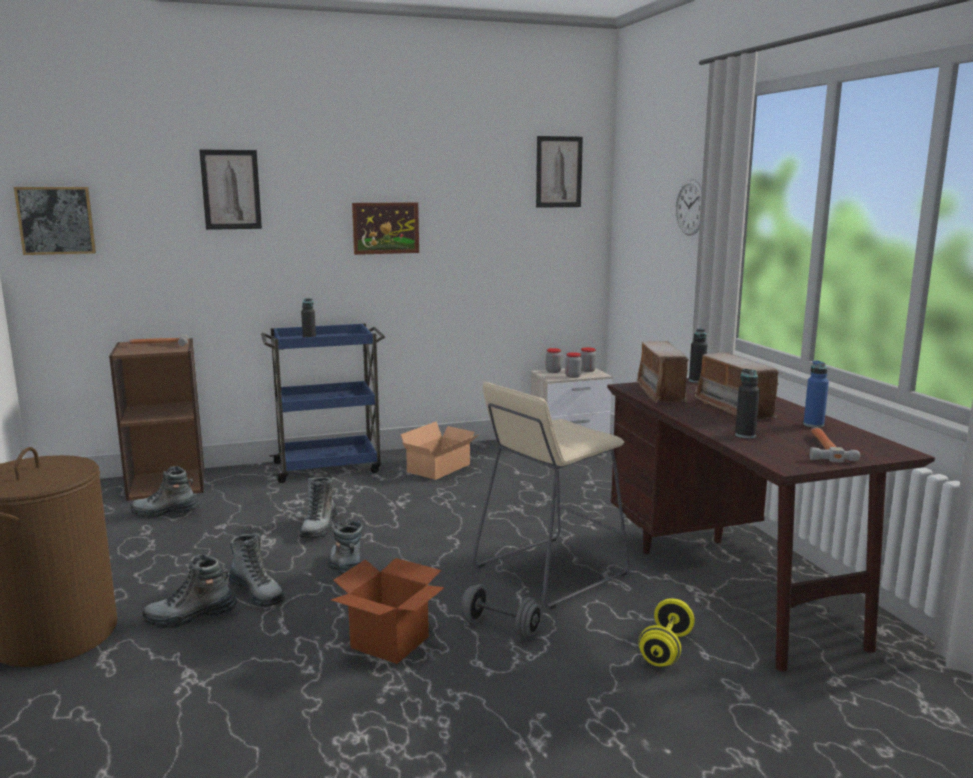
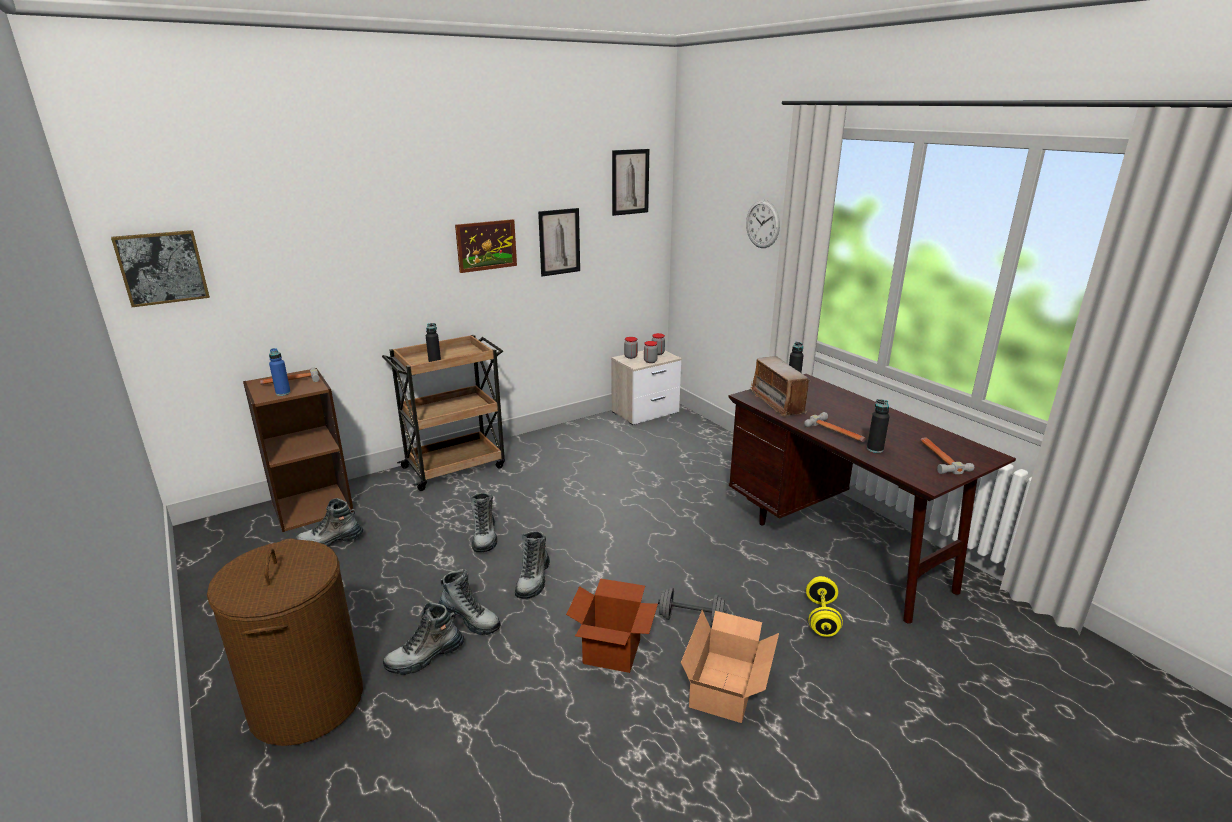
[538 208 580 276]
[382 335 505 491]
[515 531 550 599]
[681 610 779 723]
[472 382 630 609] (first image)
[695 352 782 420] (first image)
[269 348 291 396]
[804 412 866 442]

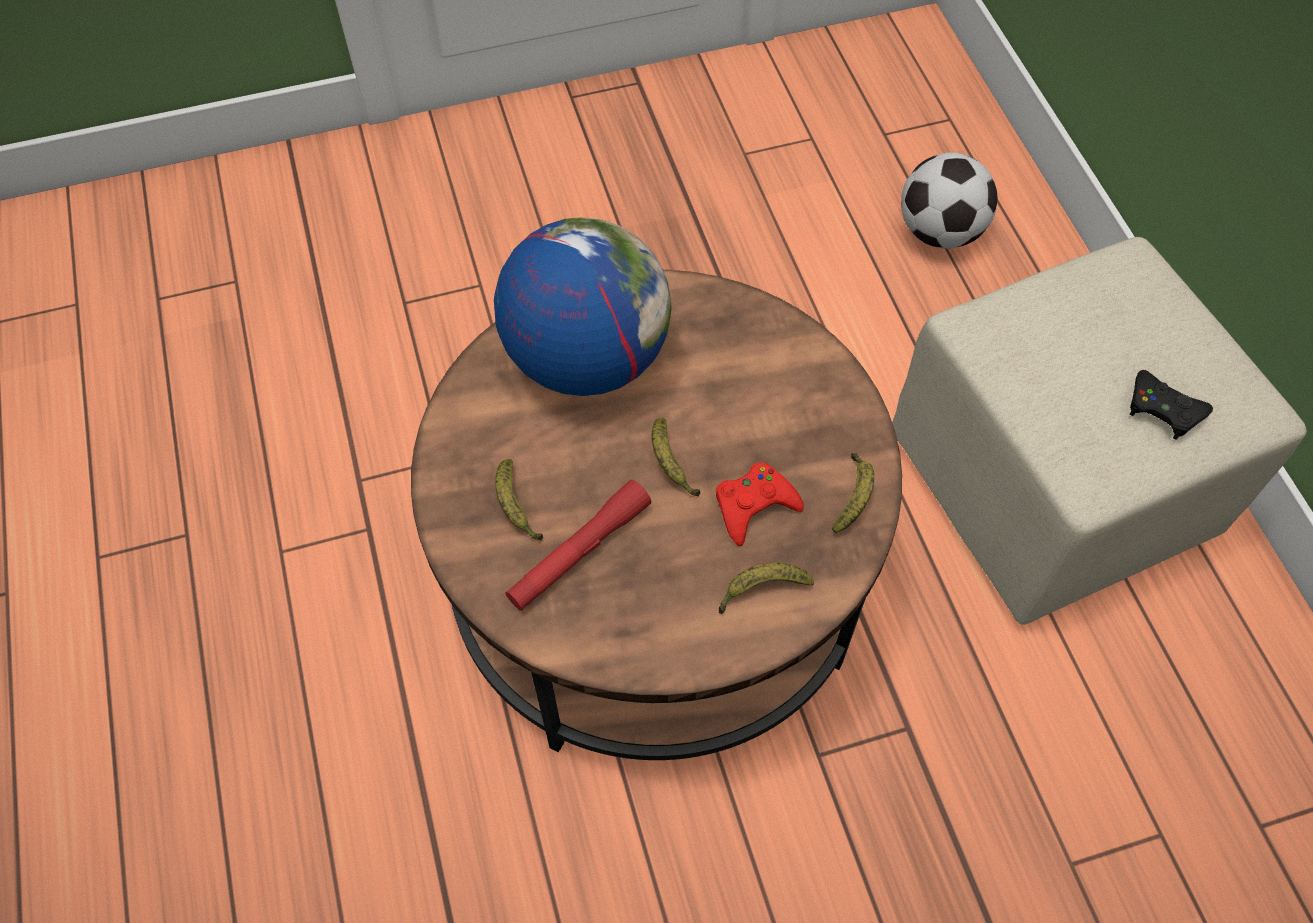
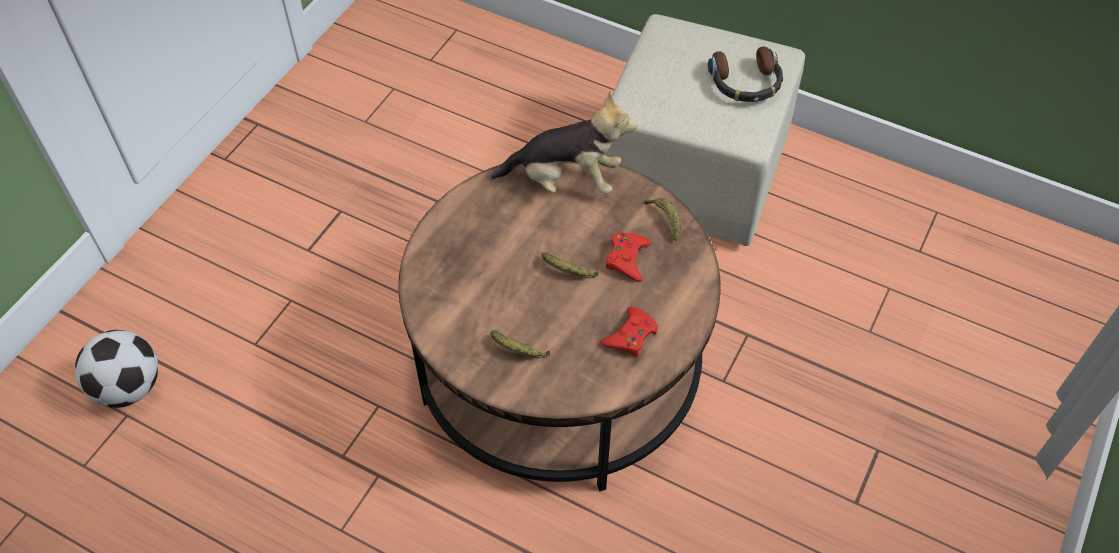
[494 217 672 396] (first image)
[505 480 651 611] (first image)
[719 563 814 614] (first image)
[75 330 158 408]
[708 47 783 102]
[491 91 637 193]
[600 307 658 357]

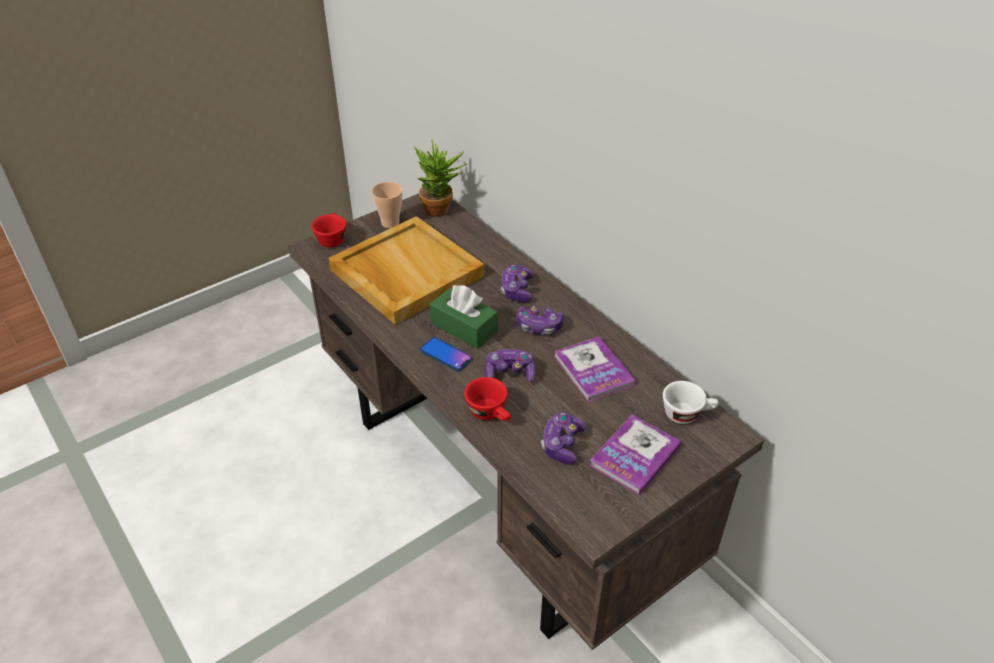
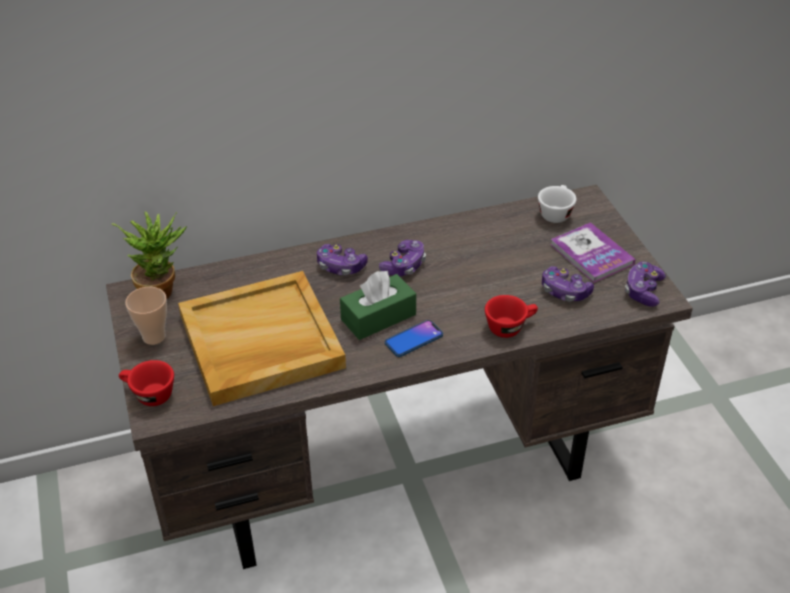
[625 262 666 307]
[554 336 636 402] (first image)

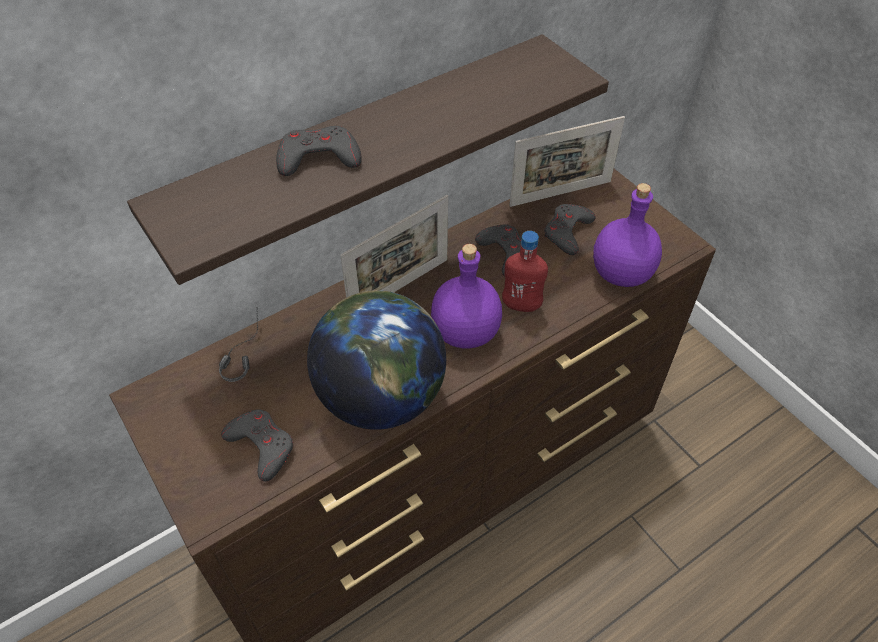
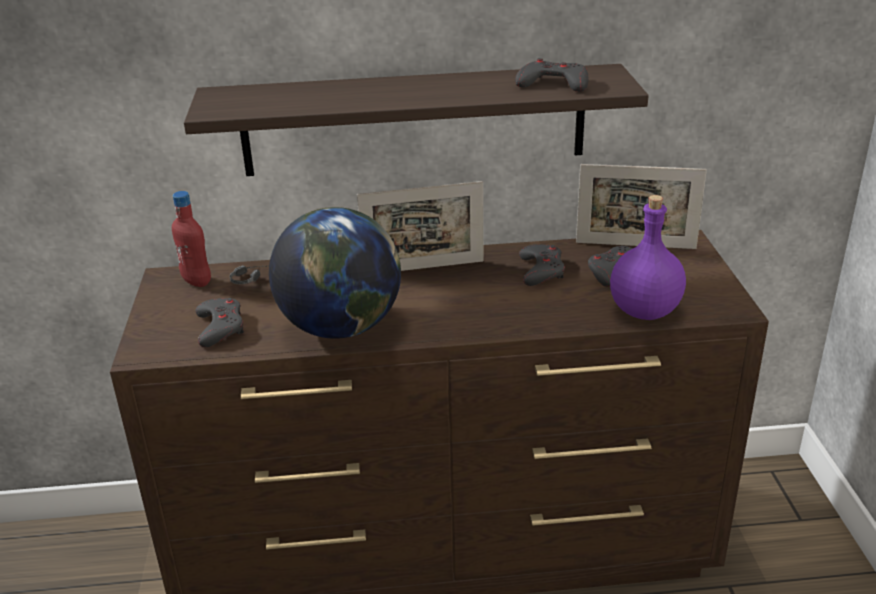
[515 58 589 92]
[431 244 502 349] (first image)
[172 191 211 287]

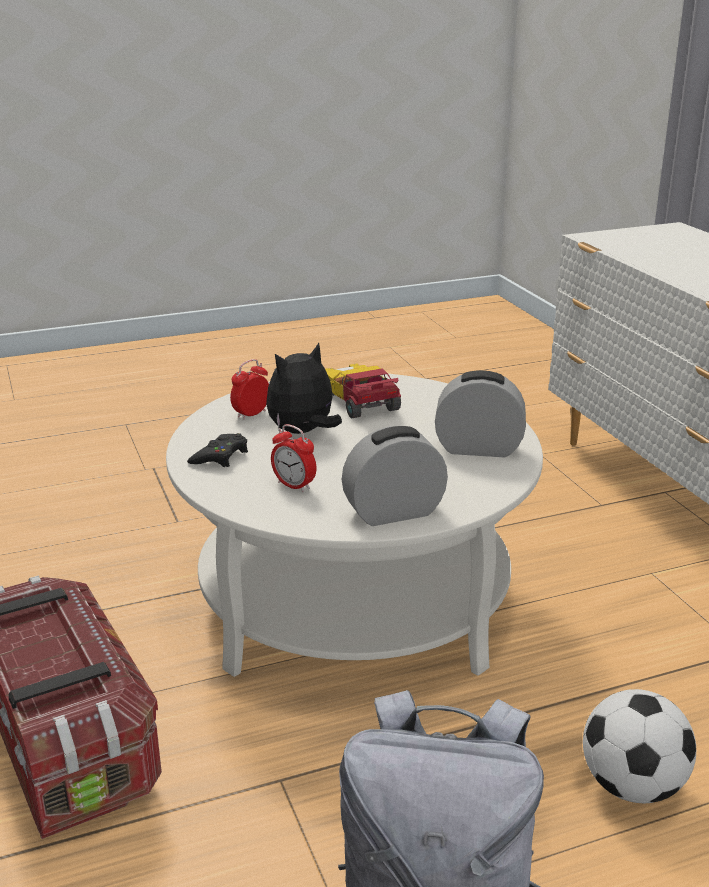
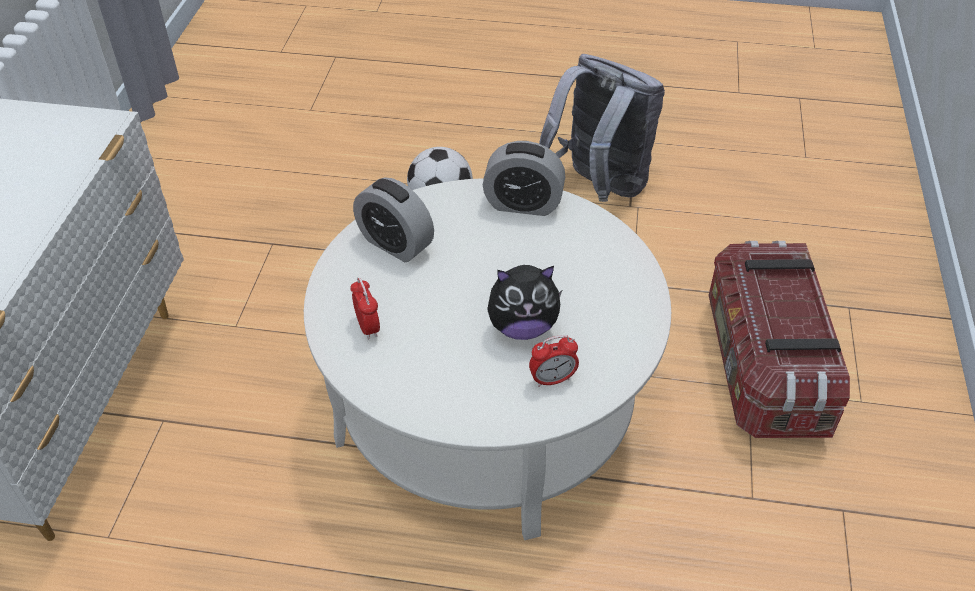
[187 433 248 467] (first image)
[350 278 380 340]
[325 363 401 418] (first image)

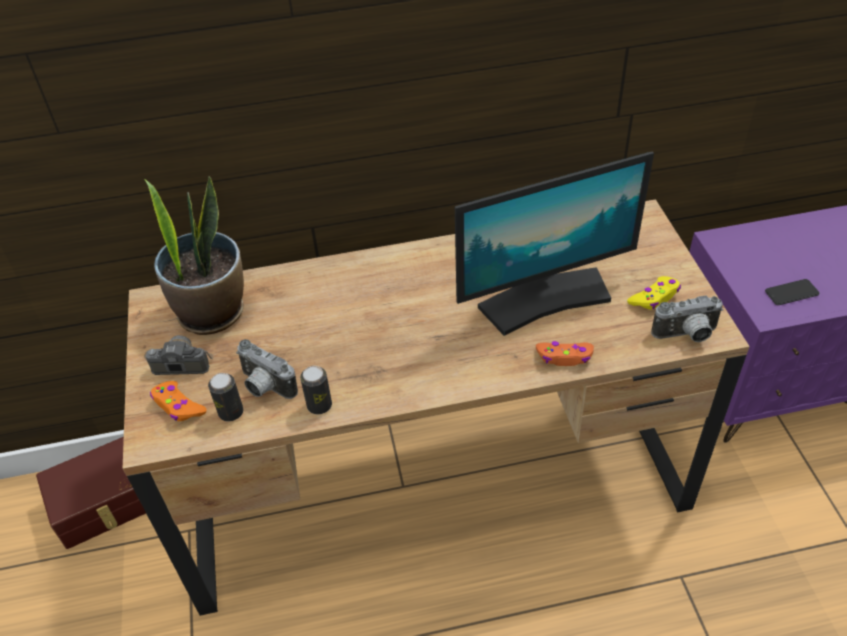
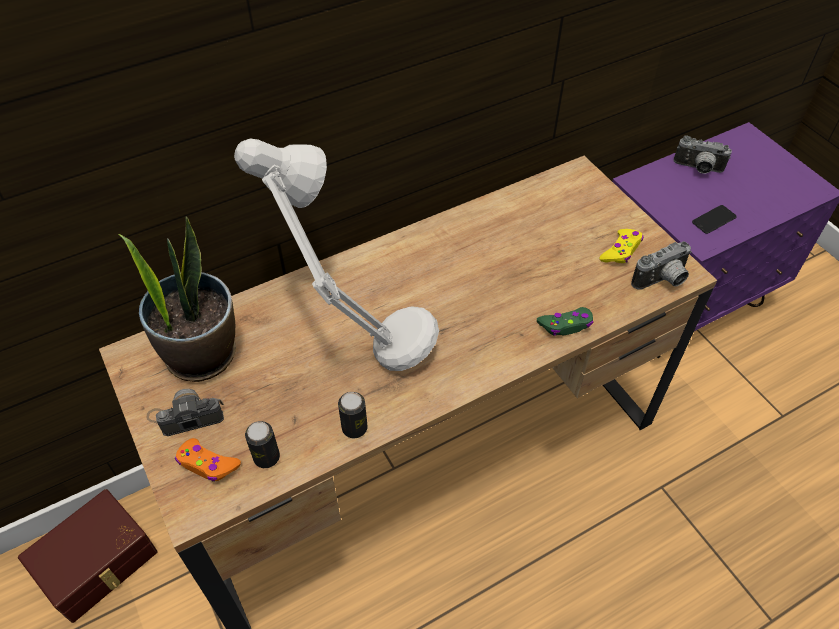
[674 135 732 174]
[455 151 654 336] (first image)
[537 307 593 336]
[234 139 439 371]

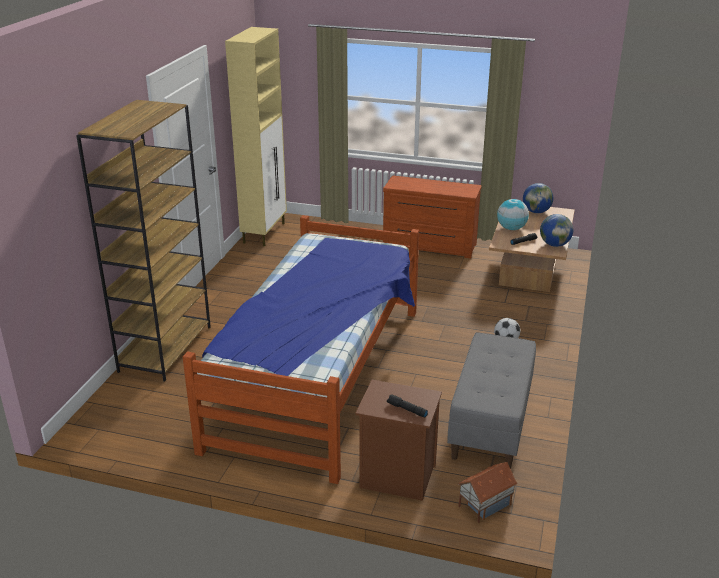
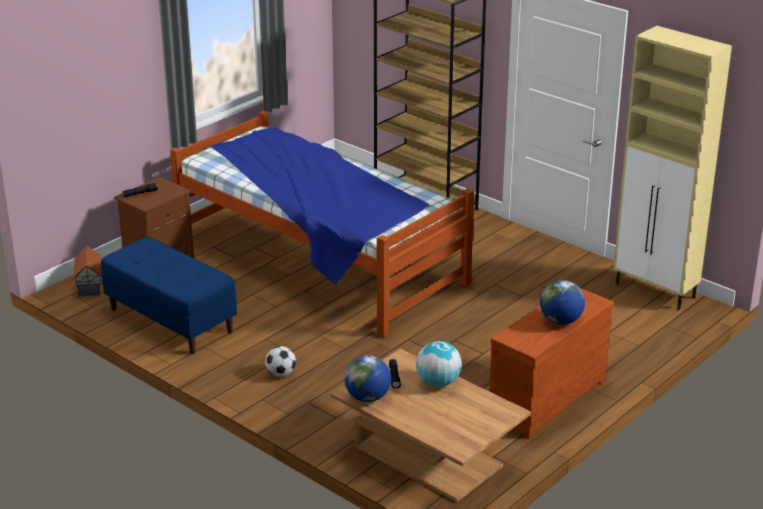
[101 237 237 354]
[540 280 585 325]

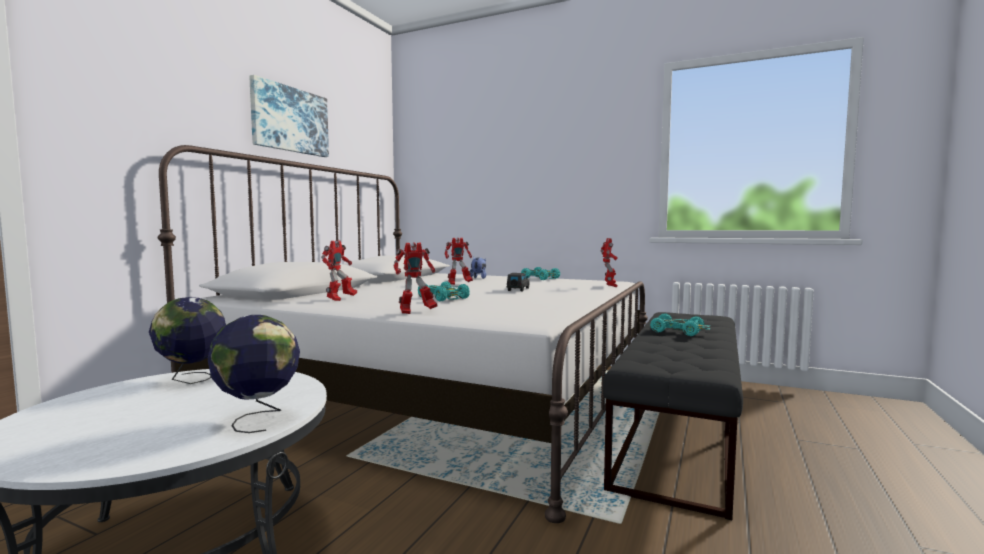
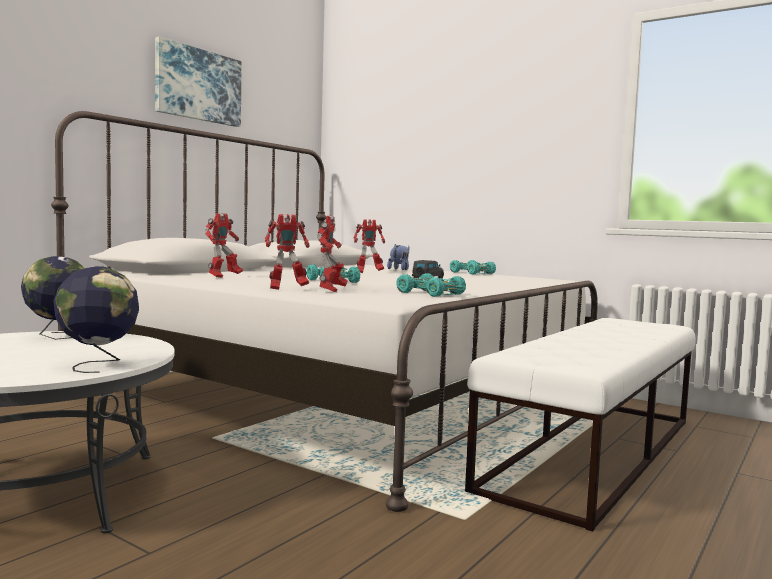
[317 216 348 292]
[465 318 696 532]
[396 273 466 297]

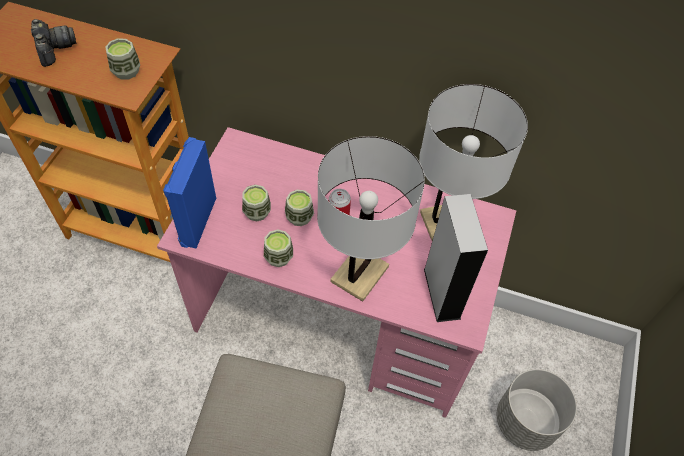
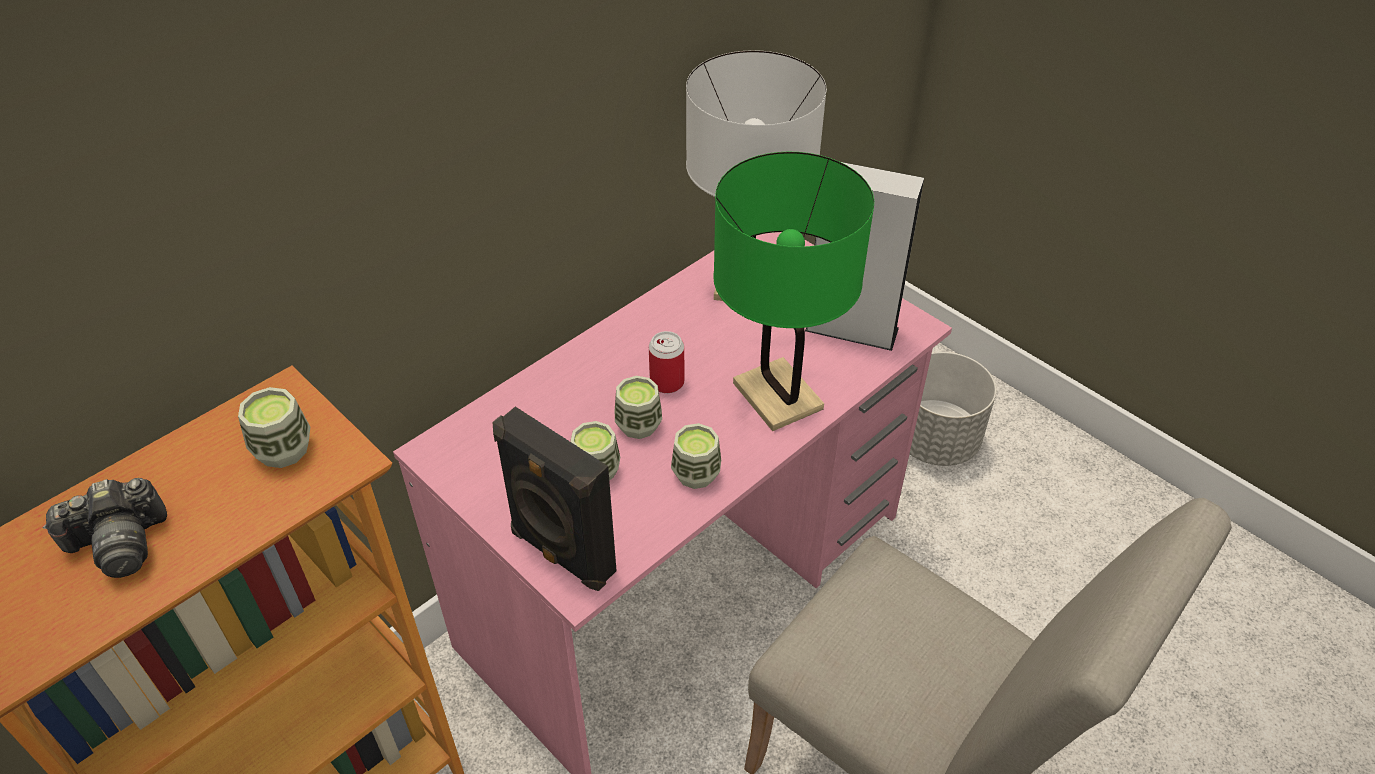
[43 478 167 578]
[493 407 617 591]
[713 152 874 431]

